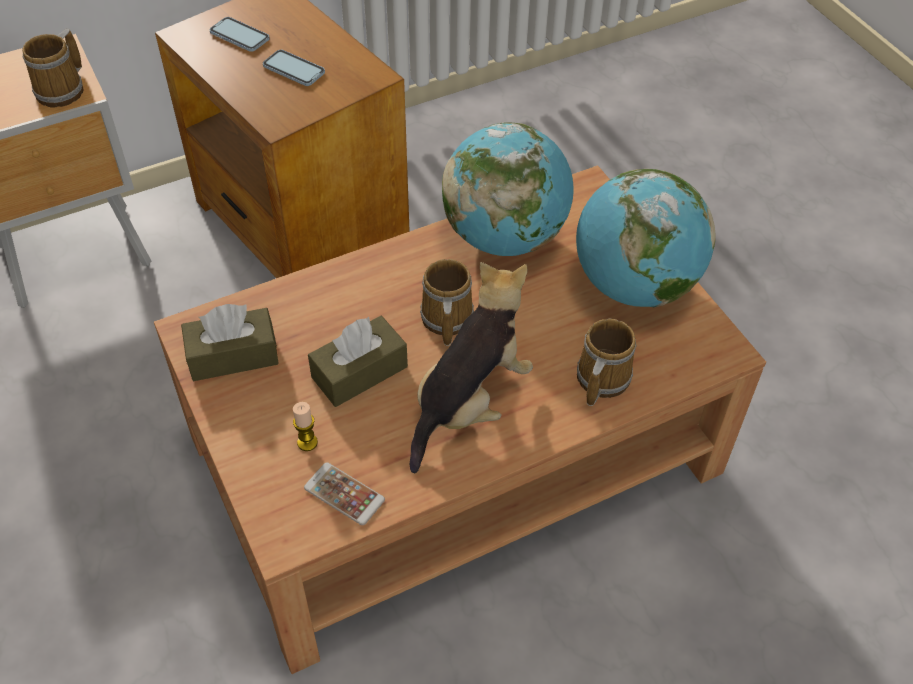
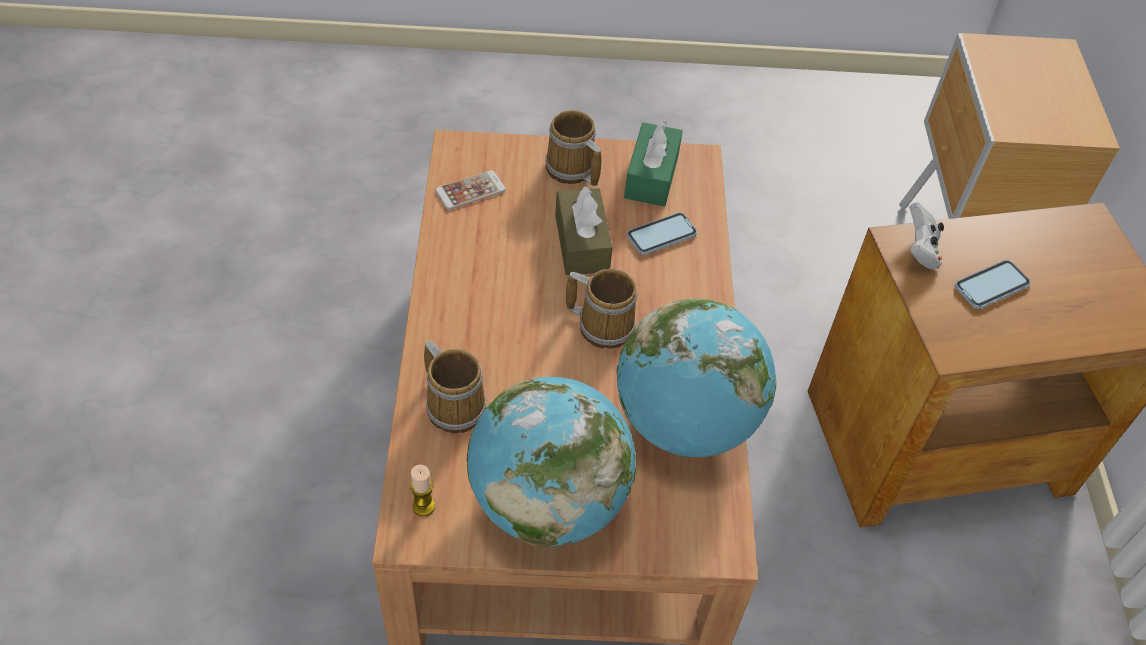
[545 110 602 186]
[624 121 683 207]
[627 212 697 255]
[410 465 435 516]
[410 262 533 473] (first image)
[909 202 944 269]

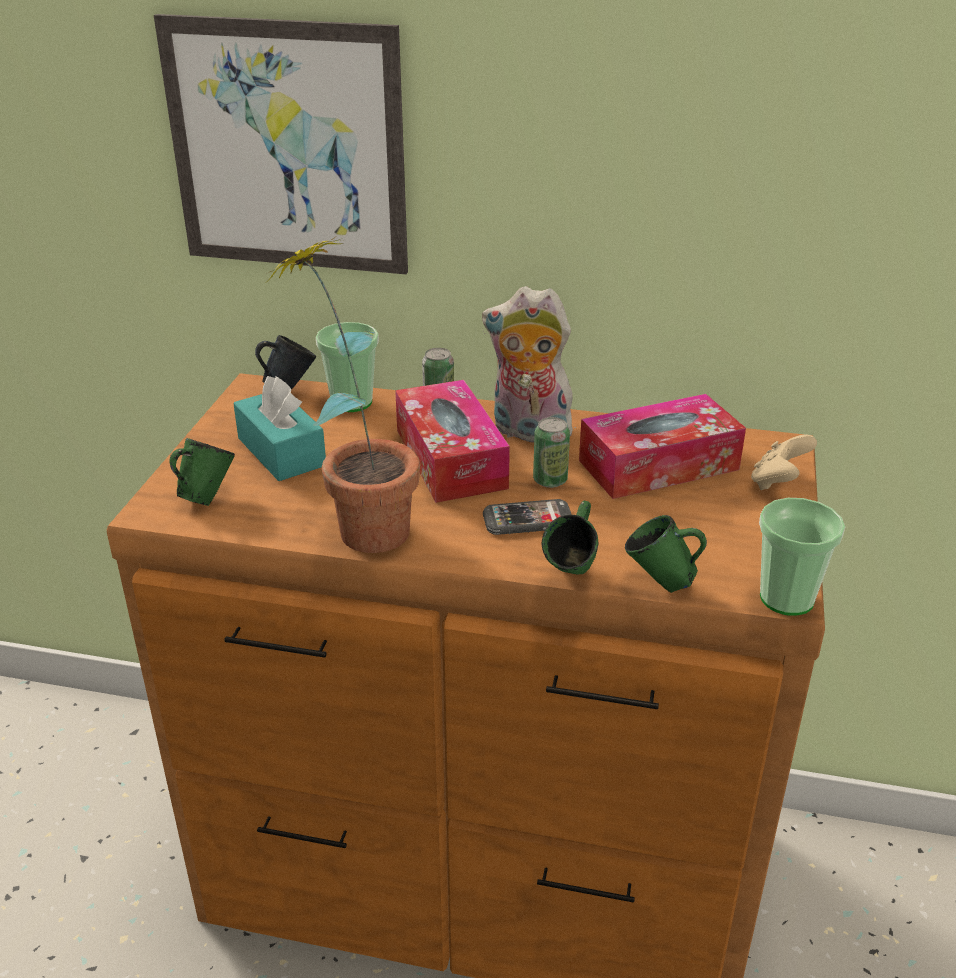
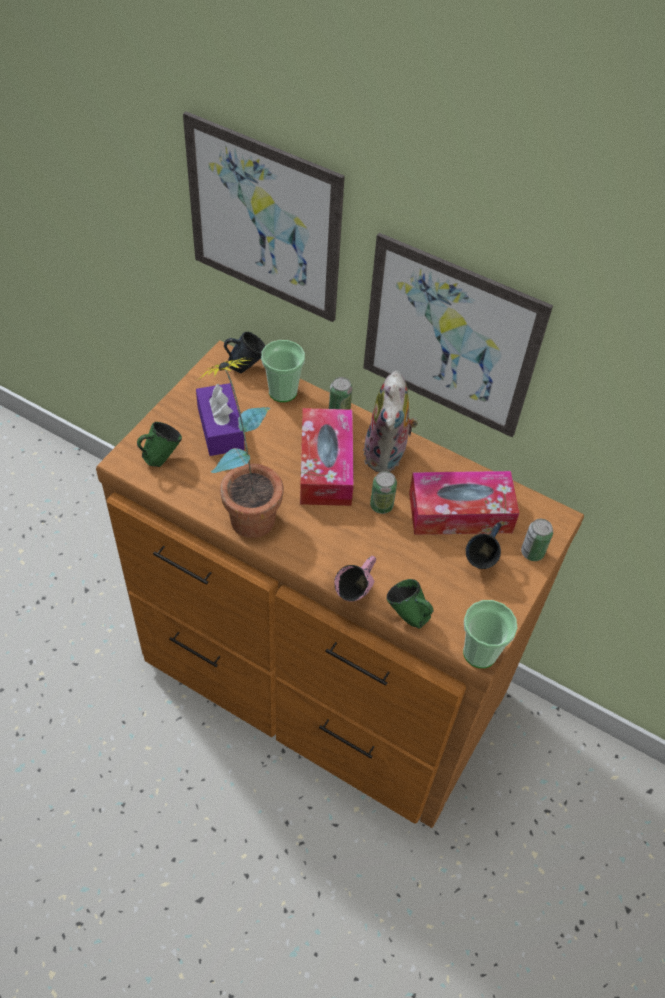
[196 383 245 456]
[363 371 418 473]
[483 499 572 535] (first image)
[334 556 376 602]
[521 519 553 561]
[363 233 553 437]
[465 522 501 569]

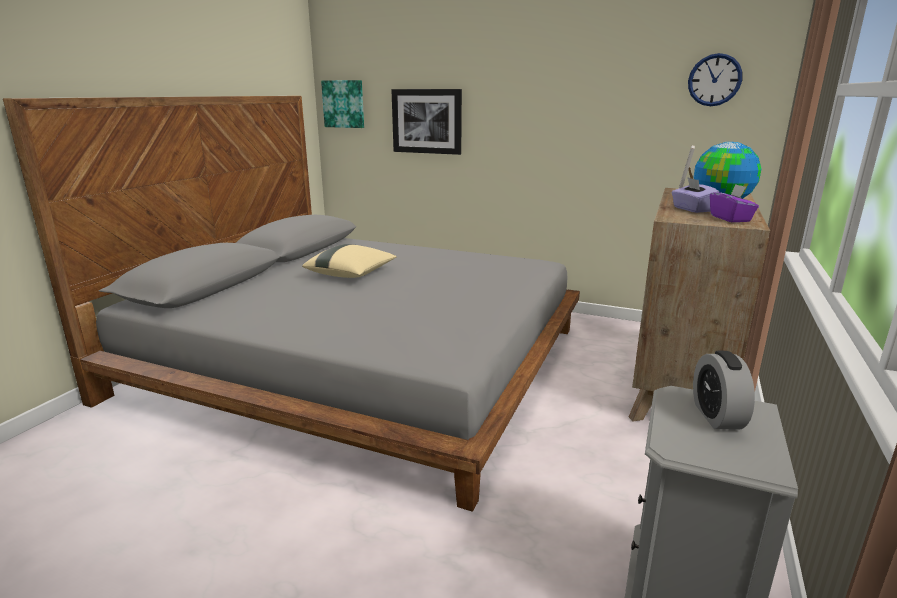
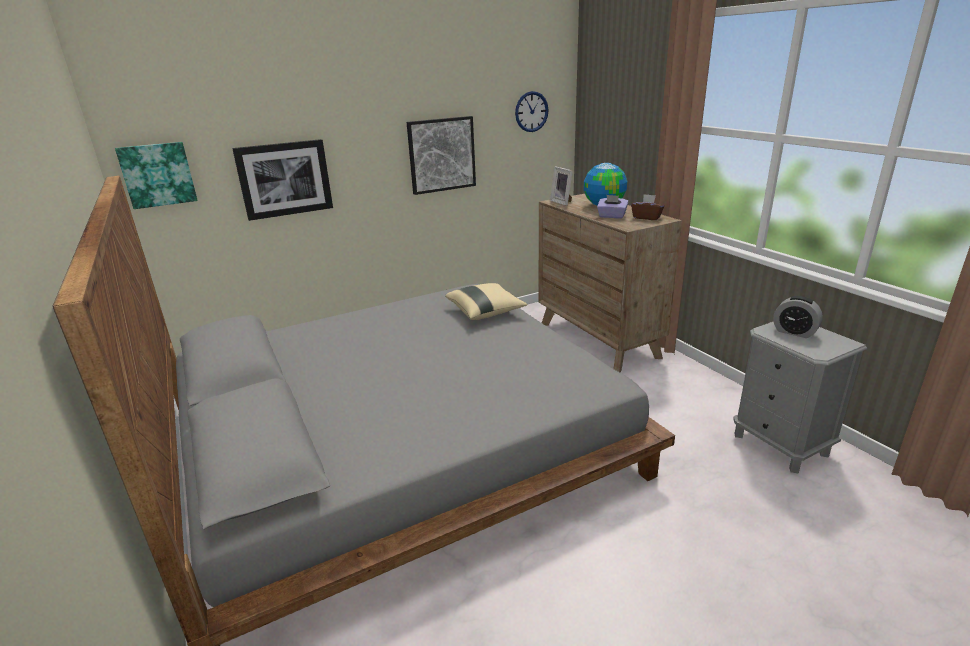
[445 283 528 320]
[631 194 664 220]
[407 116 476 195]

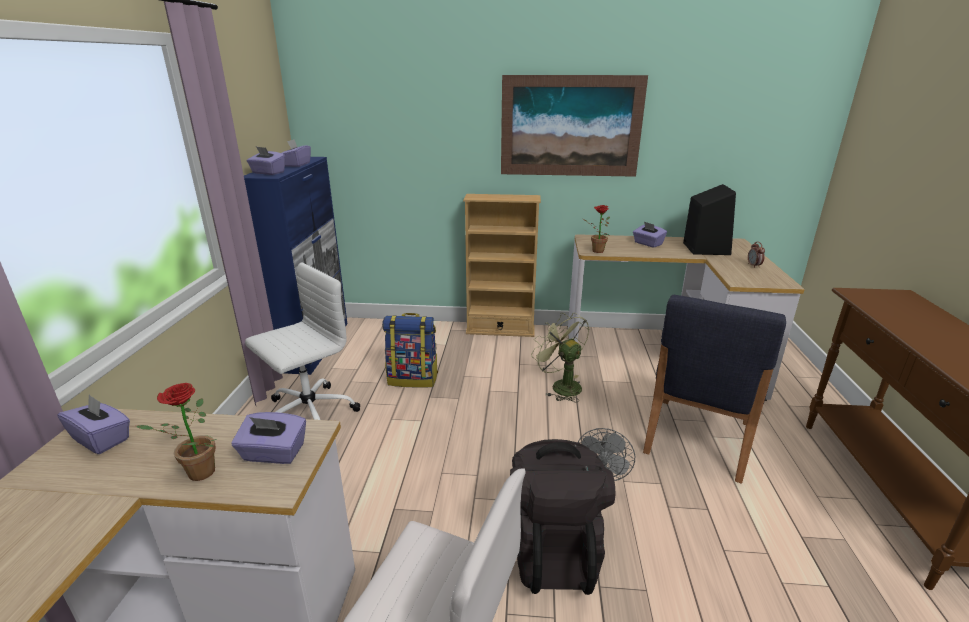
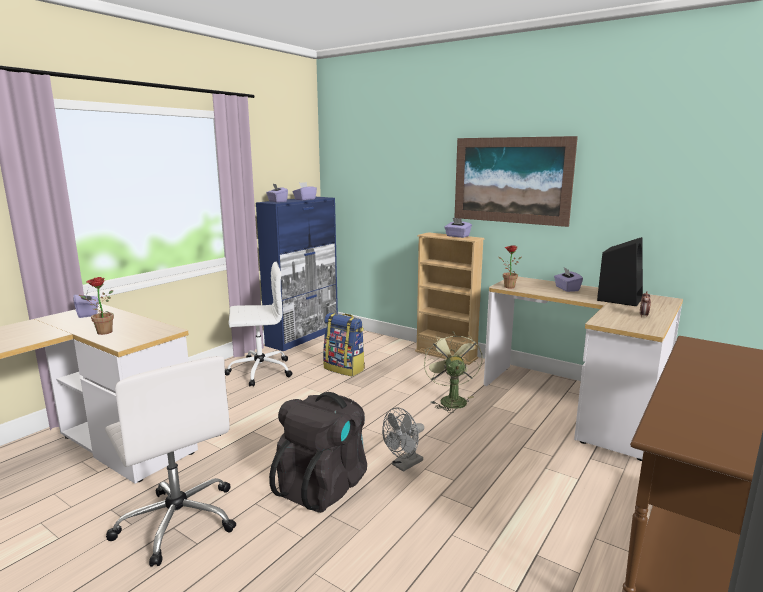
[444 218 472 238]
[643 295 786 484] (first image)

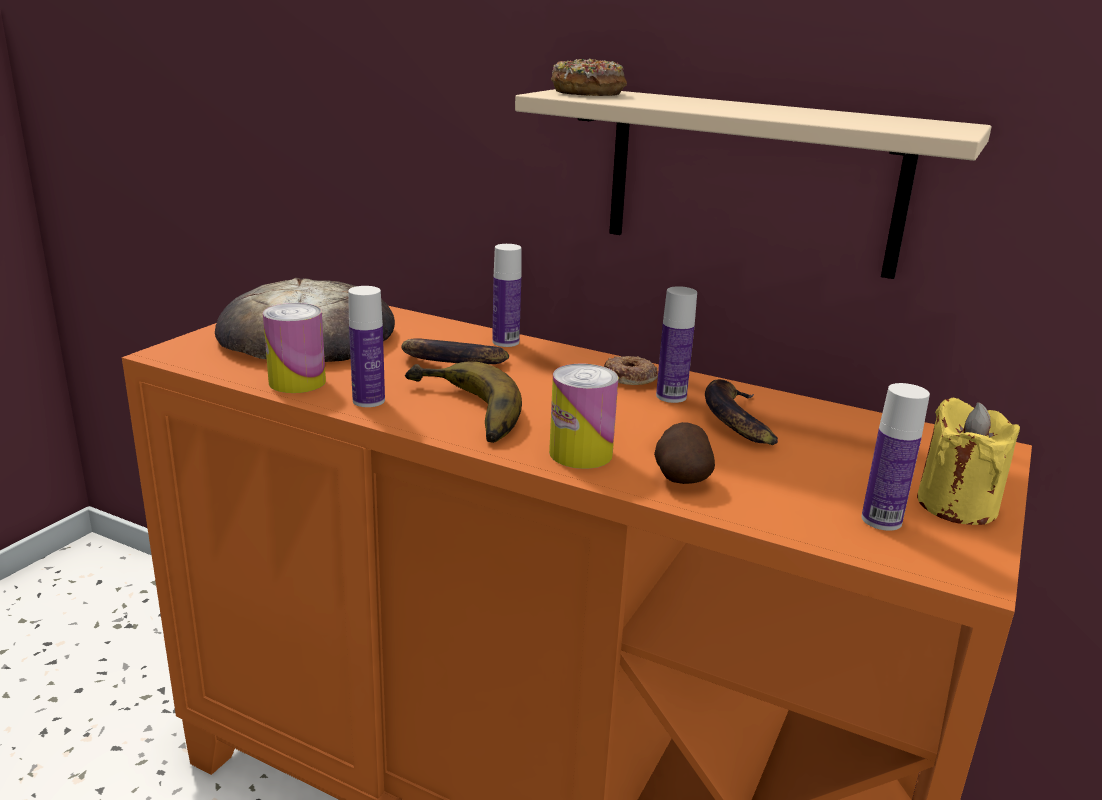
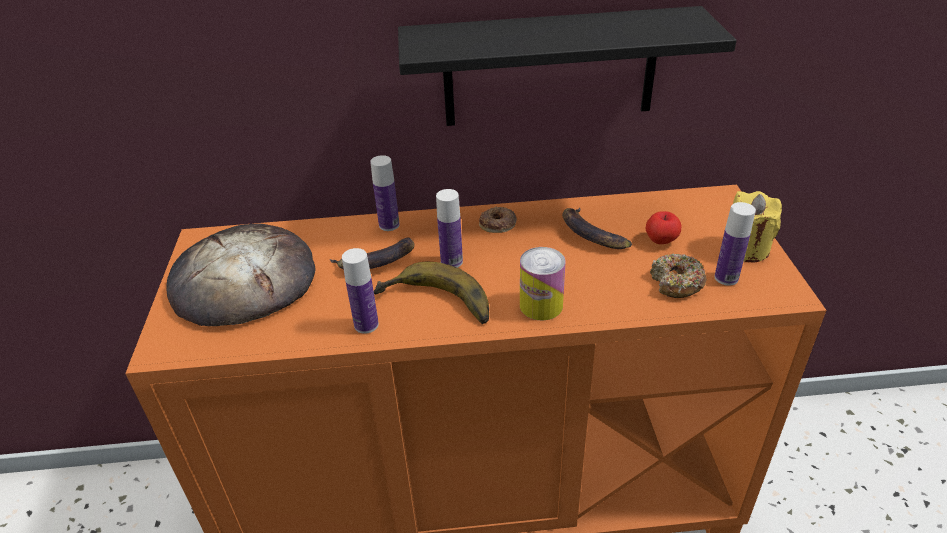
[263 303 326 393] (first image)
[398 6 736 126]
[650 254 707 298]
[654 422 715 484] (first image)
[436 189 463 268]
[646 211 681 244]

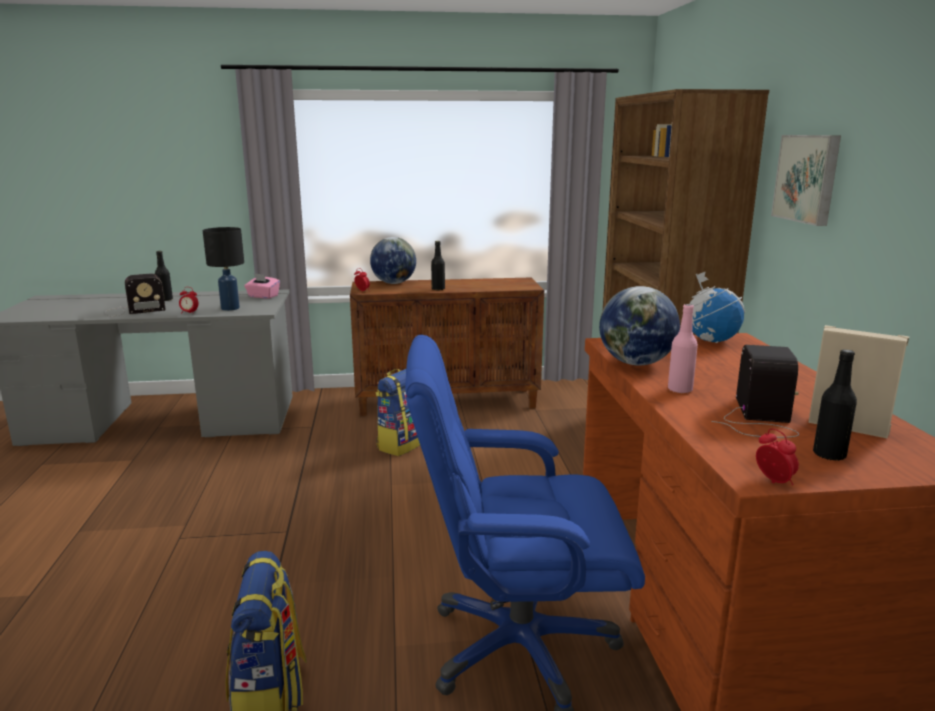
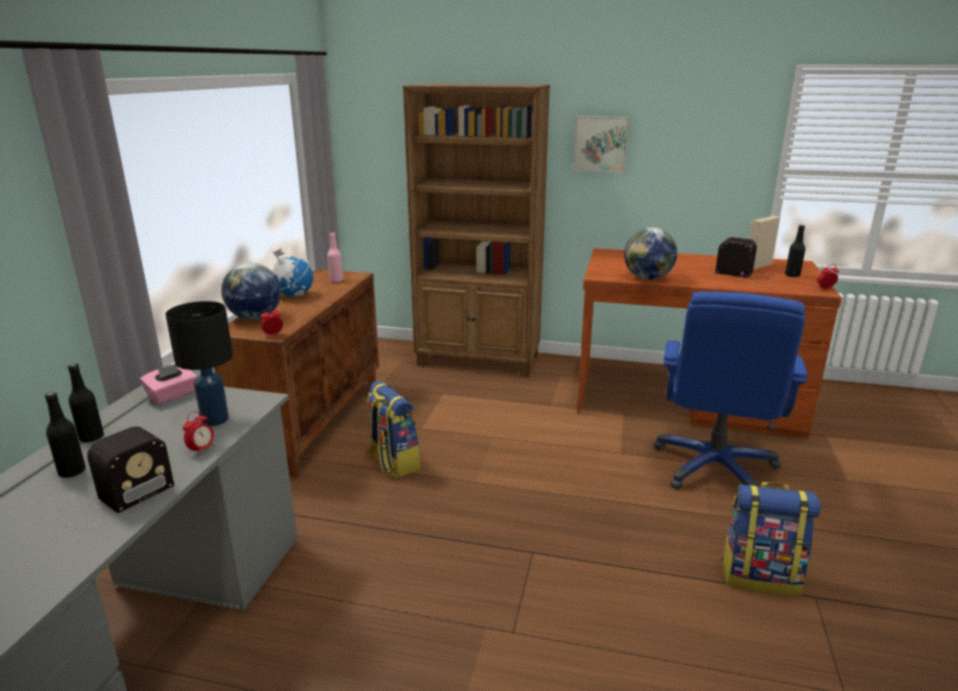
[57 426 174 529]
[68 363 104 442]
[327 233 343 282]
[272 248 313 297]

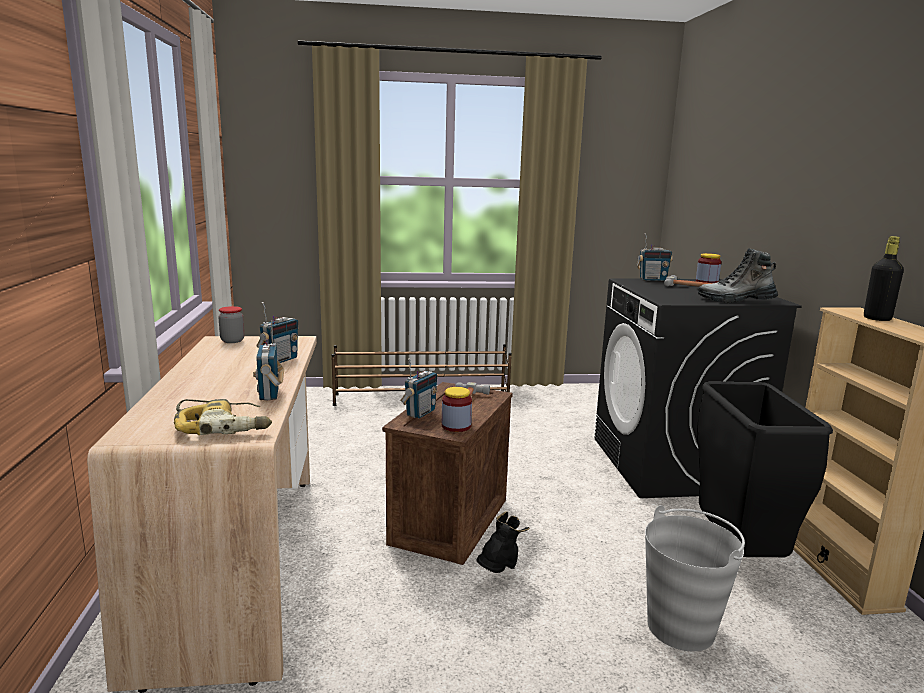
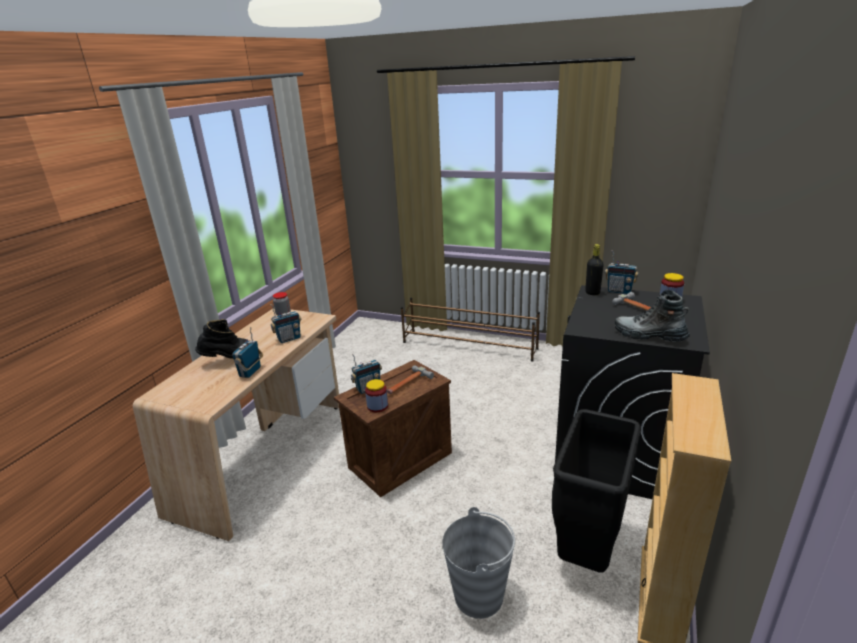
[174 399 272 435] (first image)
[195 319 249 359]
[585 244 604 295]

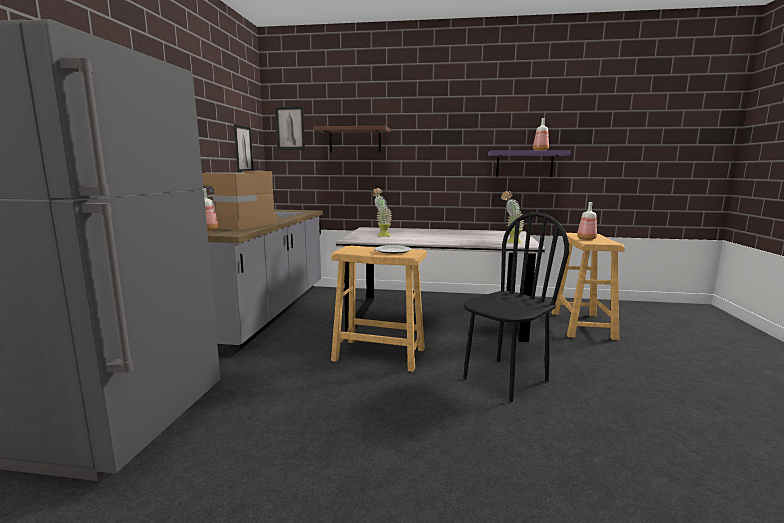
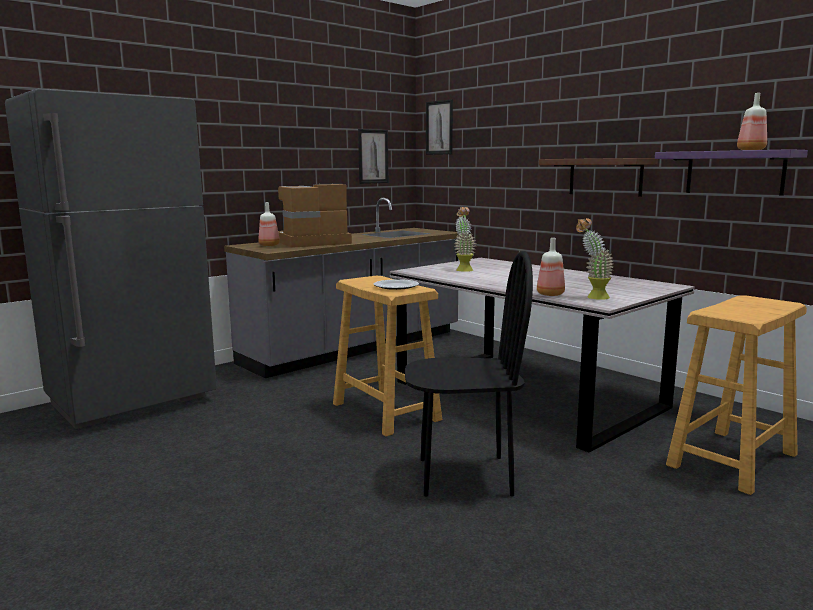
[539 158 658 197]
[537 238 565 296]

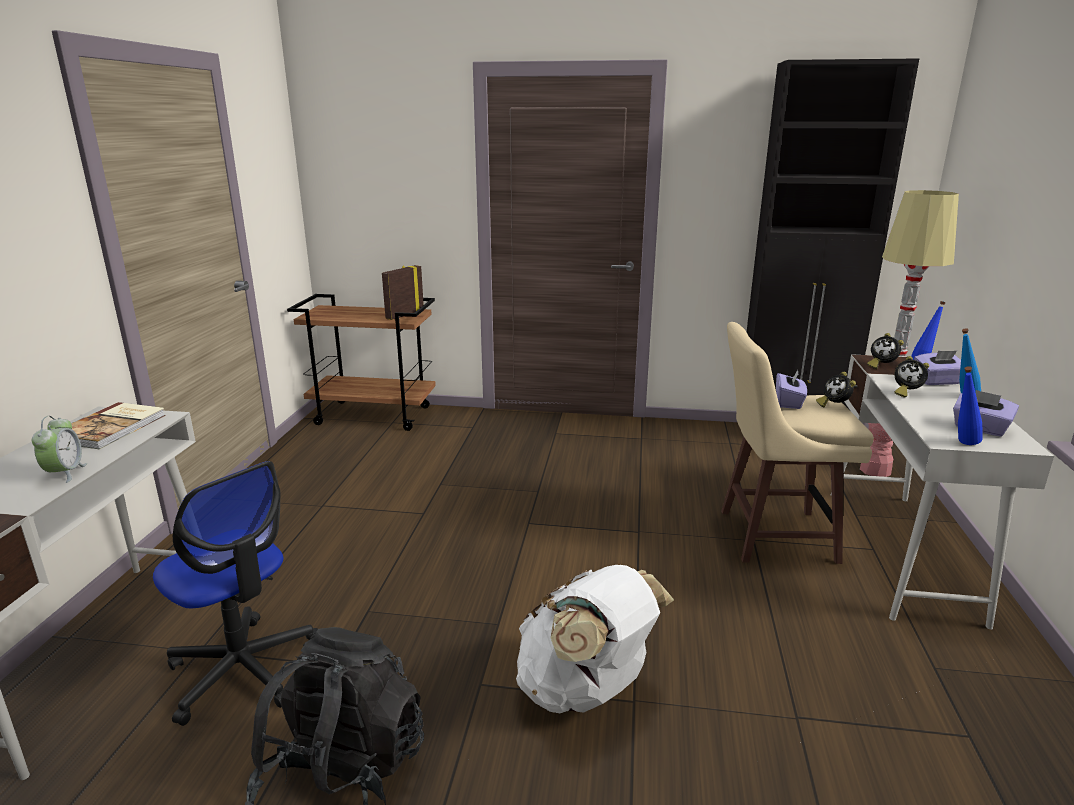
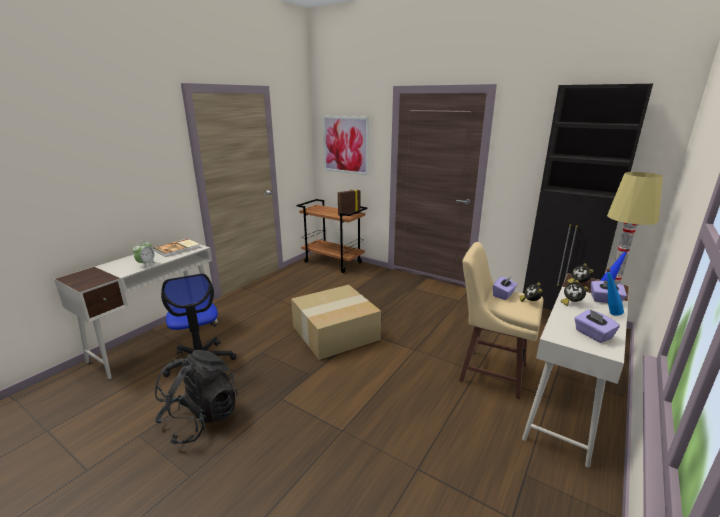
[516 565 674 713] (first image)
[958 366 983 445] (first image)
[291 285 381 360]
[322 116 369 176]

